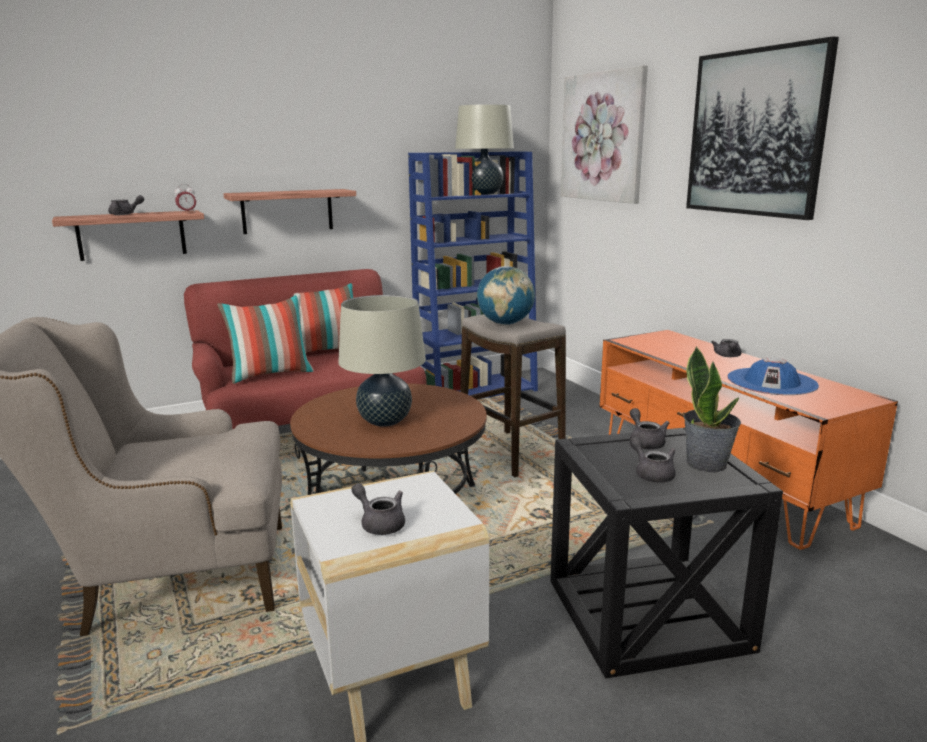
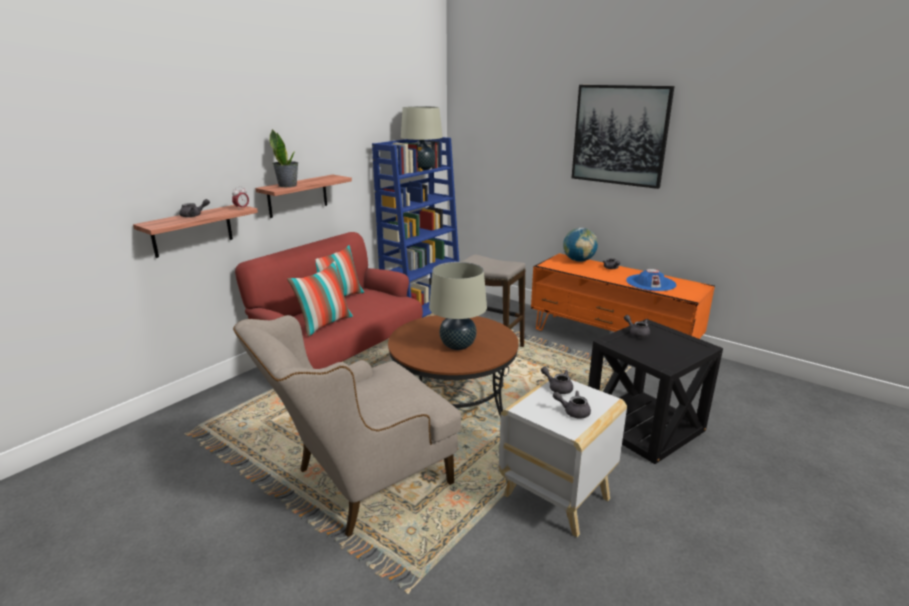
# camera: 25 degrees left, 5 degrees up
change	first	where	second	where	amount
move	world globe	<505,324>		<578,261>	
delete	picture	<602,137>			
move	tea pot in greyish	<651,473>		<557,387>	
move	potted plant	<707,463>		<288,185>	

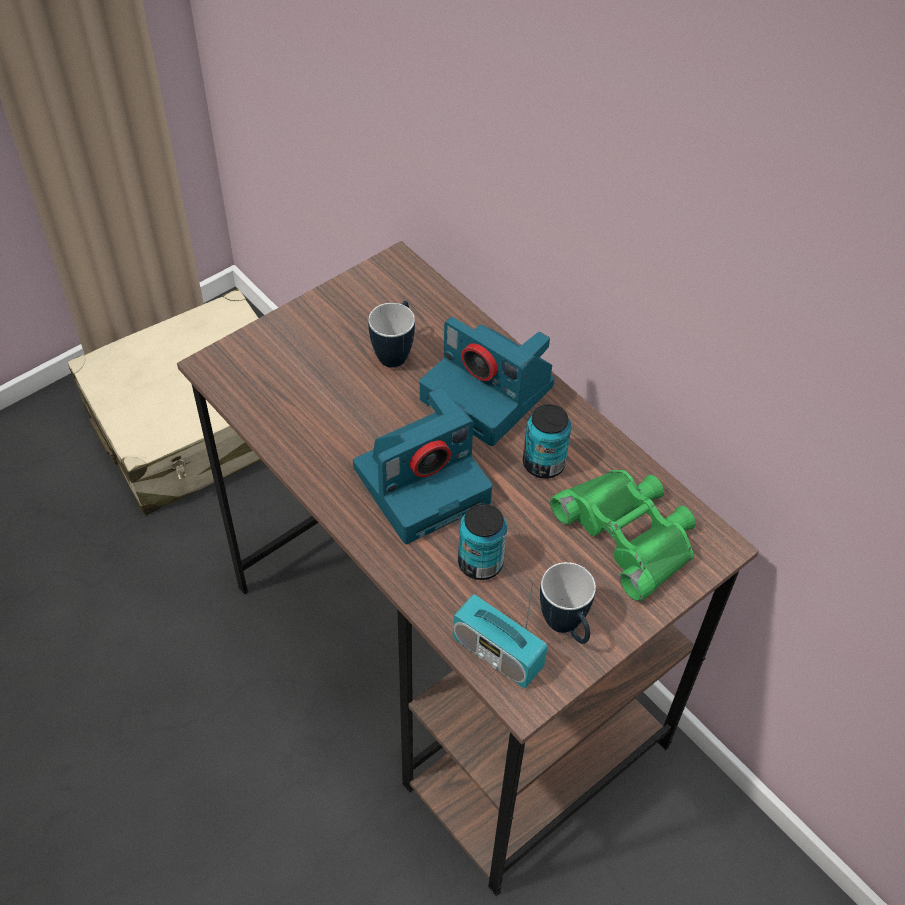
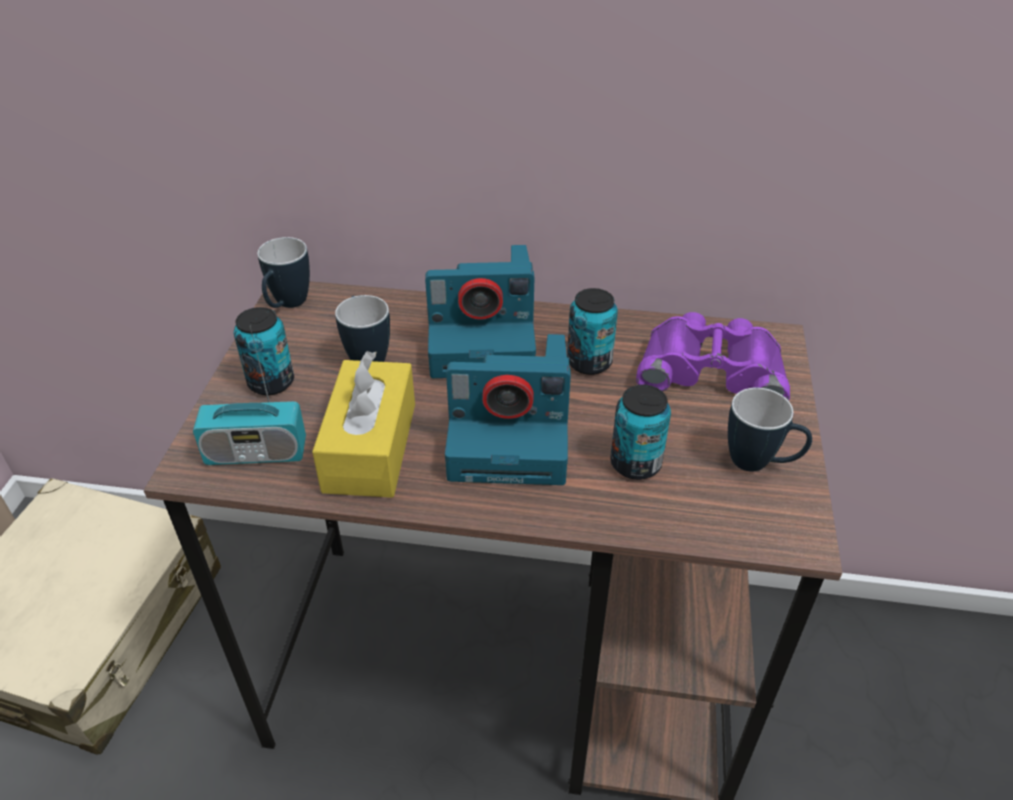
# camera: 40 degrees left, 10 degrees down
change	first	where	second	where	amount
rotate	photo camera	<423,482>		<512,436>	75 degrees clockwise
move	radio receiver	<497,653>		<256,453>	
recolor	field glasses in green	<629,534>	field glasses in purple-coloured	<711,369>	
insert			can	<271,382>	
insert			coffee mug	<287,306>	
insert			tissue box in yellowish	<370,447>	

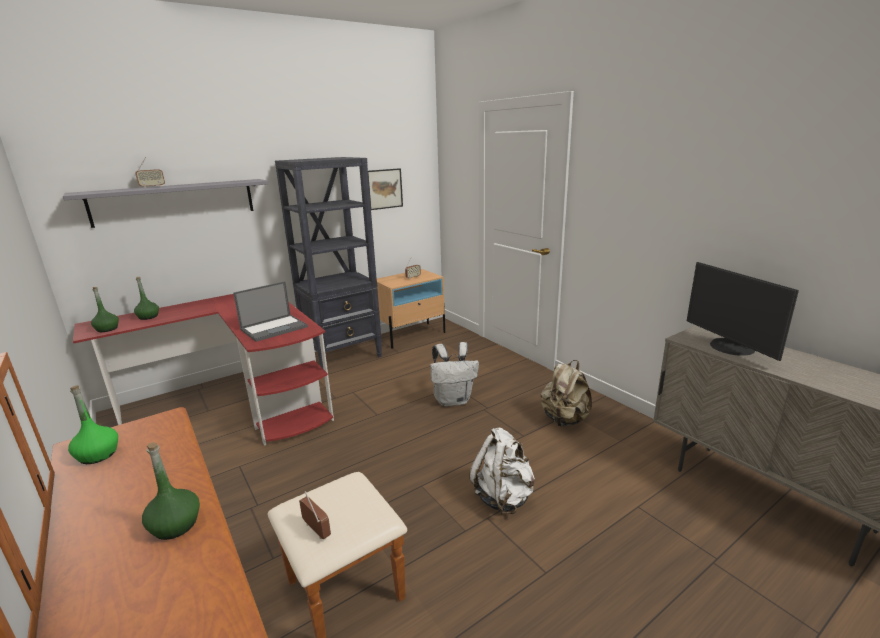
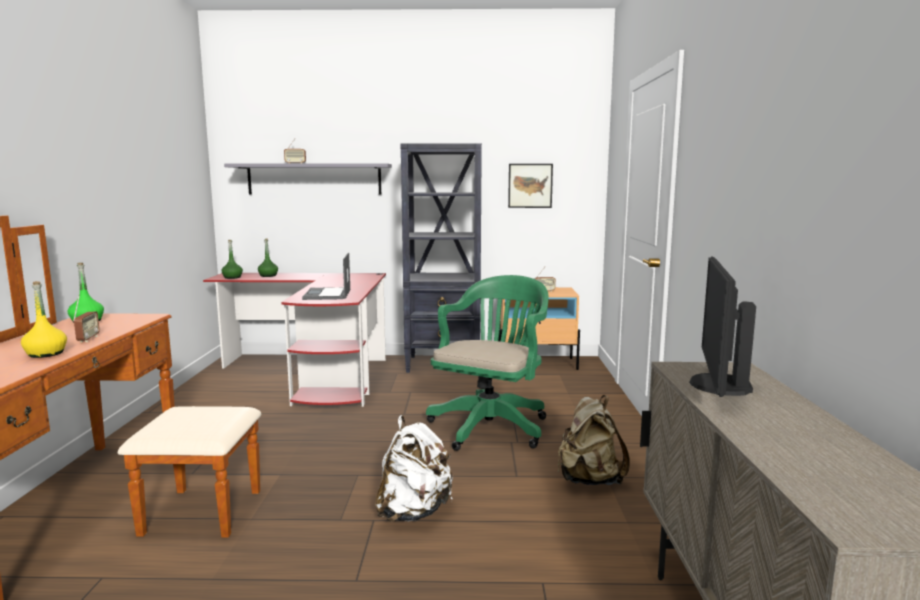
# camera: 35 degrees right, 10 degrees down
change	first	where	second	where	amount
recolor	drink bottle in green	<176,525>	drink bottle in yellowish	<46,354>	
rotate	laptop	<274,328>		<327,294>	90 degrees clockwise
move	radio receiver	<316,530>		<88,339>	
replace	rucksack in whitish	<453,400>	office chair in green	<492,425>	

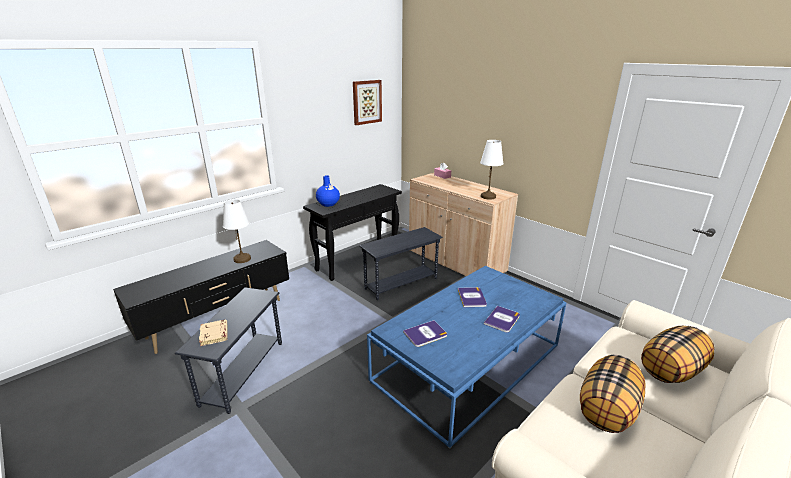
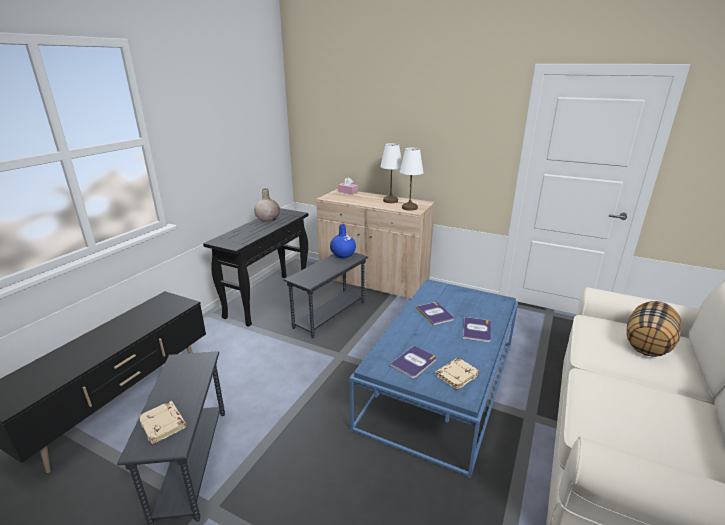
# camera: 20 degrees left, 0 degrees up
change	first	where	second	where	amount
move	lamp for a table in whitish	<242,259>		<390,200>	
move	vase in bluish	<328,204>		<343,255>	
delete	picture	<366,102>			
delete	throw pillow	<607,410>			
insert			vase in sand-coloured	<268,219>	
insert			volume in sand-coloured	<456,375>	

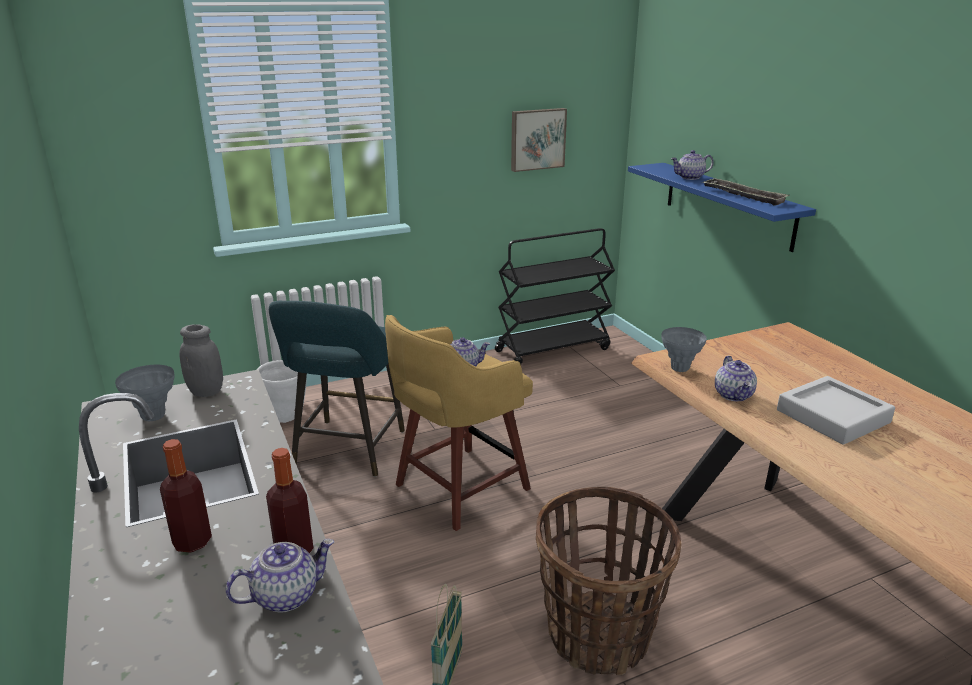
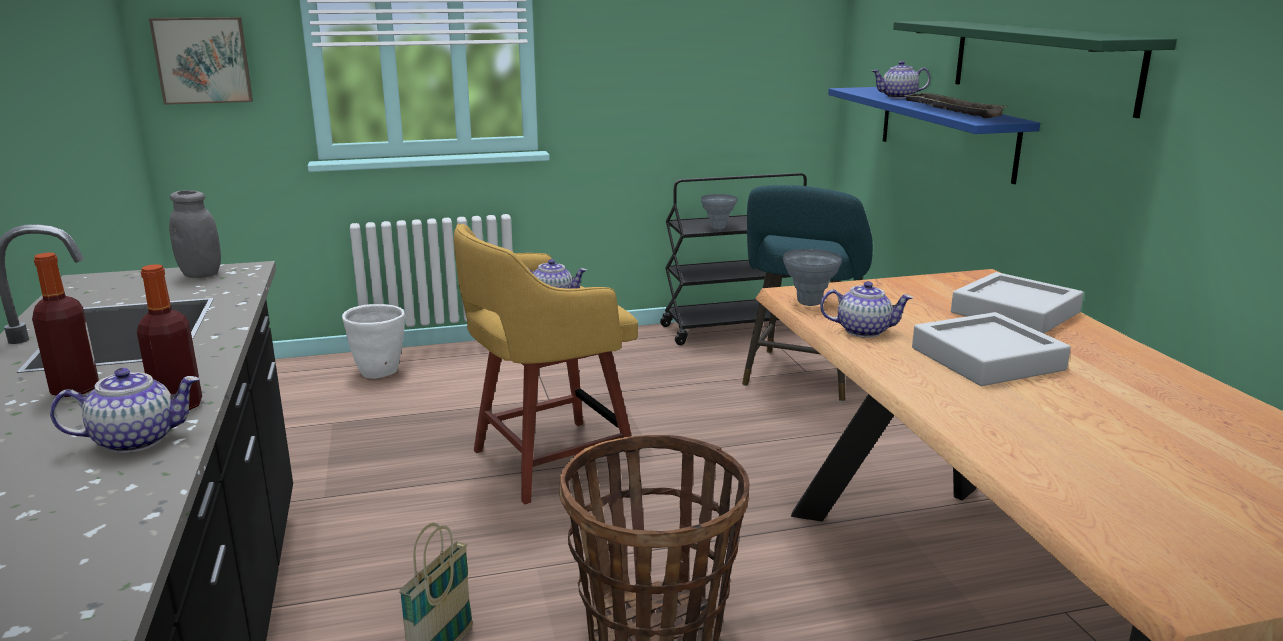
# camera: 10 degrees right, 5 degrees down
change	first	where	second	where	amount
move	vase in greyish	<153,416>		<718,228>	
move	sitting stool in turquoise	<347,452>		<801,378>	
move	picture	<537,139>		<203,60>	
rotate	tea pot	<734,395>		<864,331>	90 degrees counterclockwise
insert			wall shelf in green	<1040,64>	
insert			tray in greyish	<1015,312>	

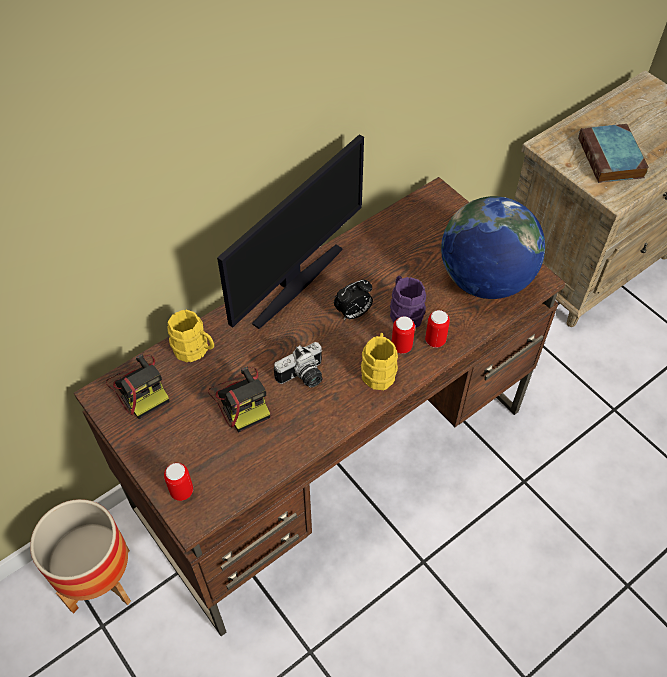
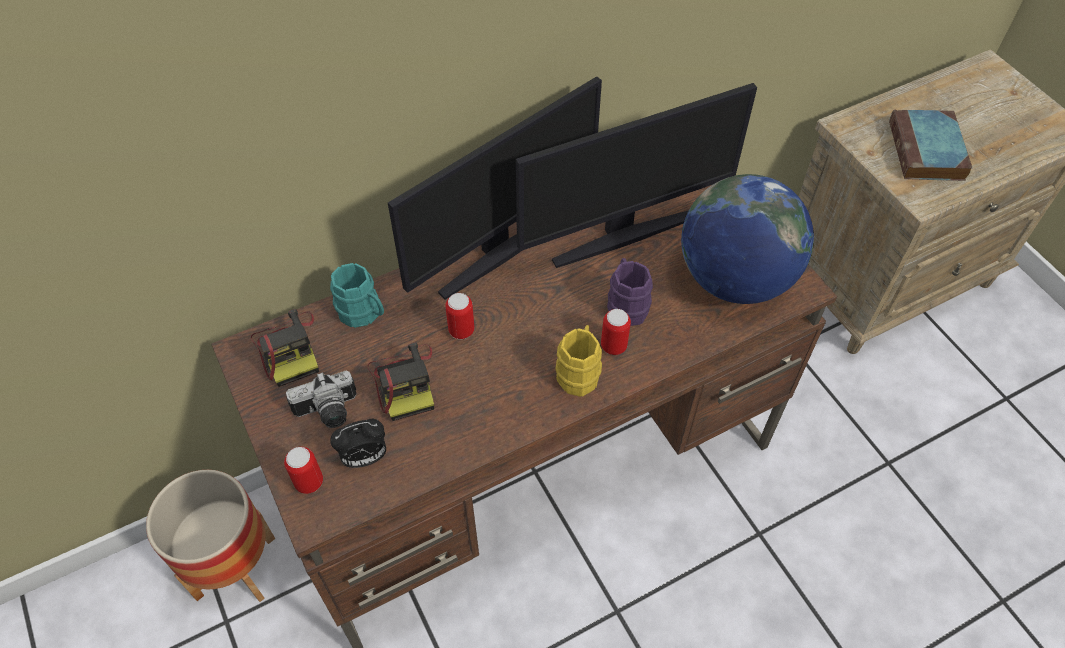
# camera: 10 degrees right, 0 degrees up
change	first	where	second	where	amount
recolor	coffee mug in yellowish	<195,350>	coffee mug in turquoise	<363,314>	
move	photo camera	<303,377>		<328,413>	
move	table clock	<353,313>		<364,458>	
move	can	<435,340>		<461,330>	
insert			monitor	<622,235>	

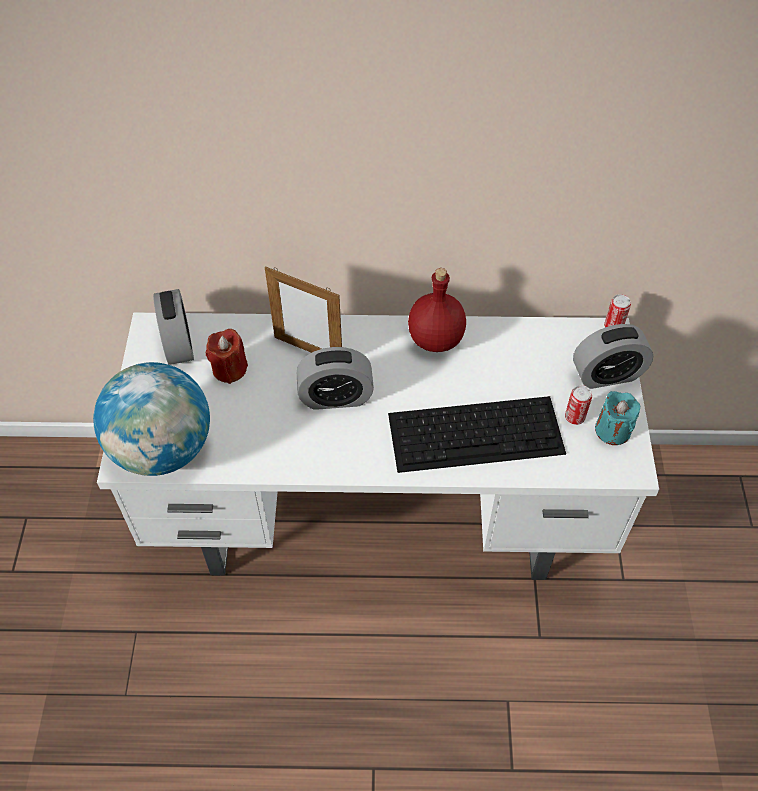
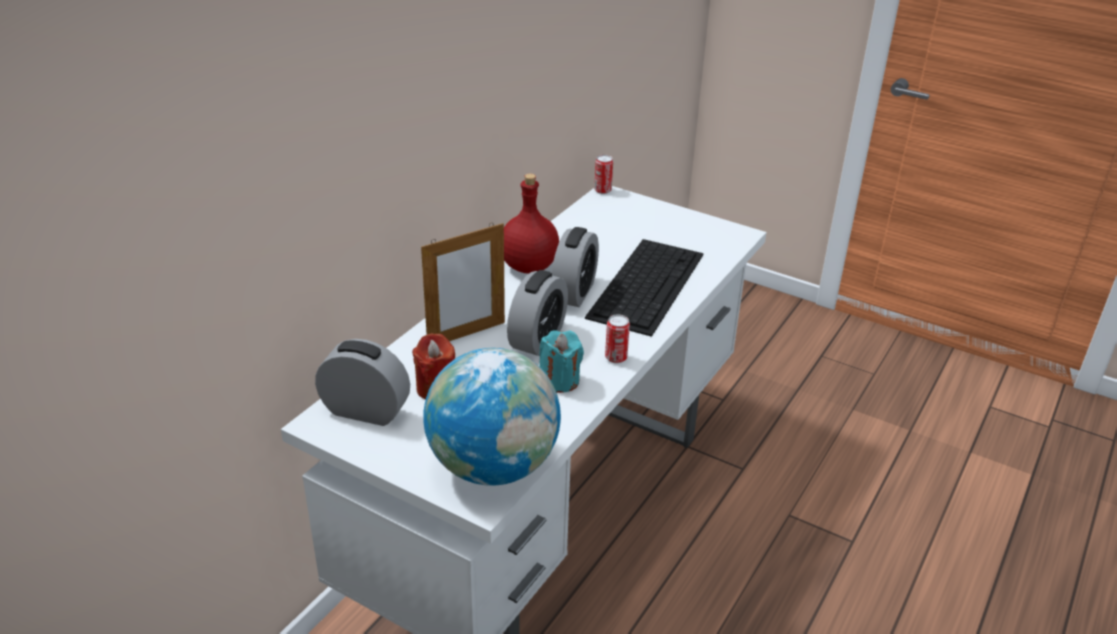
# camera: 60 degrees left, 20 degrees down
change	first	where	second	where	amount
move	can	<574,417>		<616,357>	
move	table clock	<607,375>		<574,292>	
move	wax candle in turquoise	<612,430>		<559,380>	

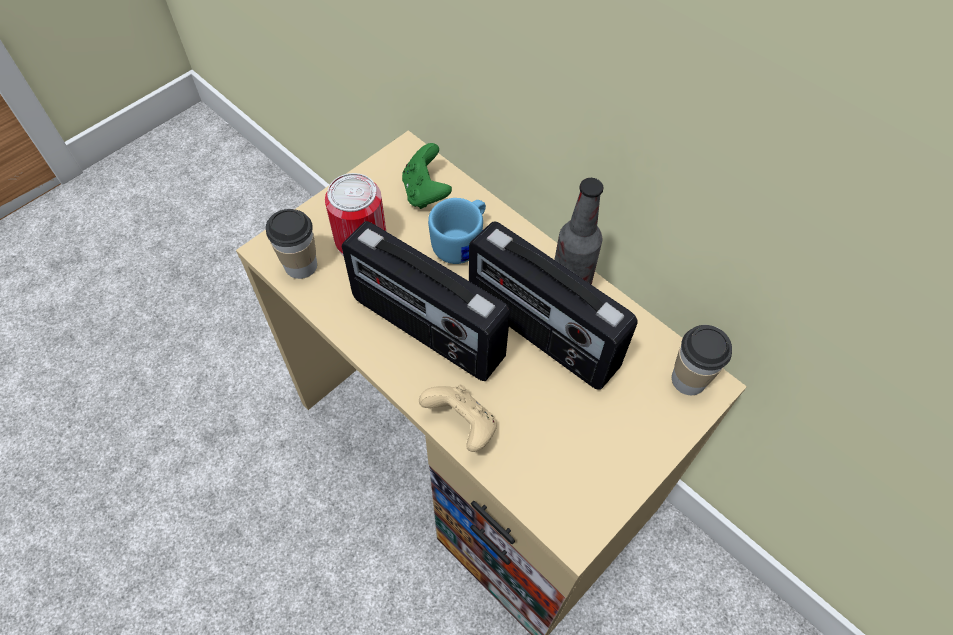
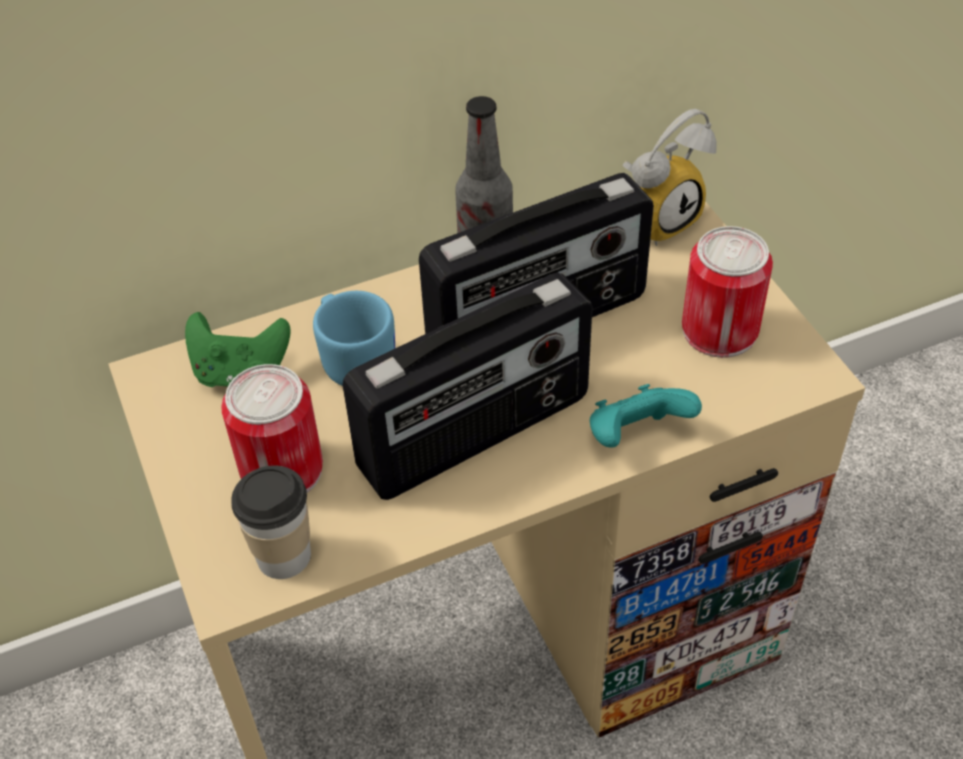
# camera: 65 degrees left, 10 degrees down
change	first	where	second	where	amount
recolor	game controller in sand-coloured	<462,425>	game controller in turquoise	<636,436>	
replace	drinking cup	<689,379>	table clock	<659,218>	
insert			can	<719,330>	

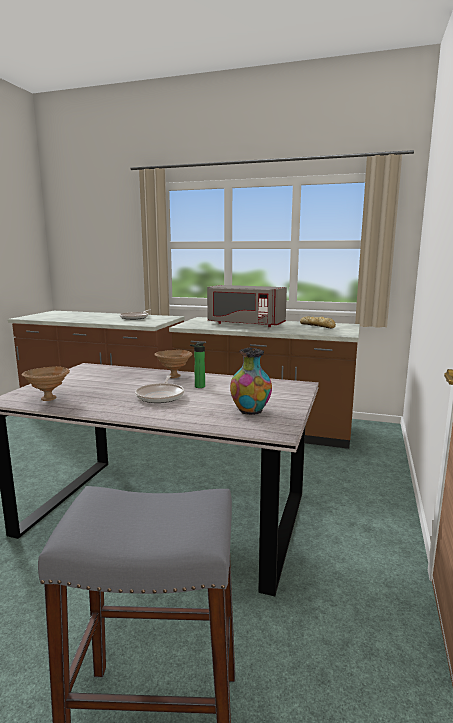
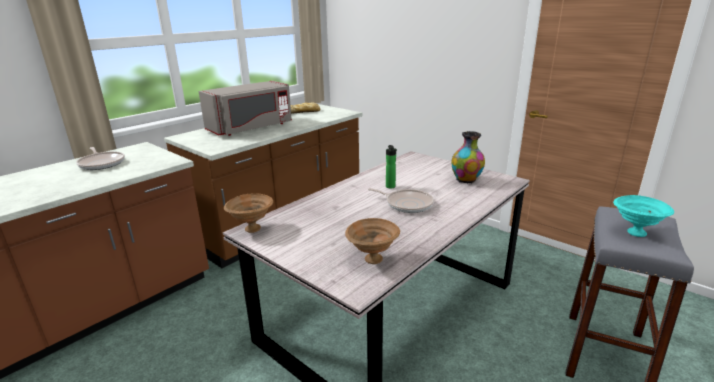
# camera: 65 degrees left, 10 degrees up
change	first	where	second	where	amount
move	serving bowl in brown-coloured	<173,376>		<251,229>	
insert			serving bowl in turquoise	<635,233>	

